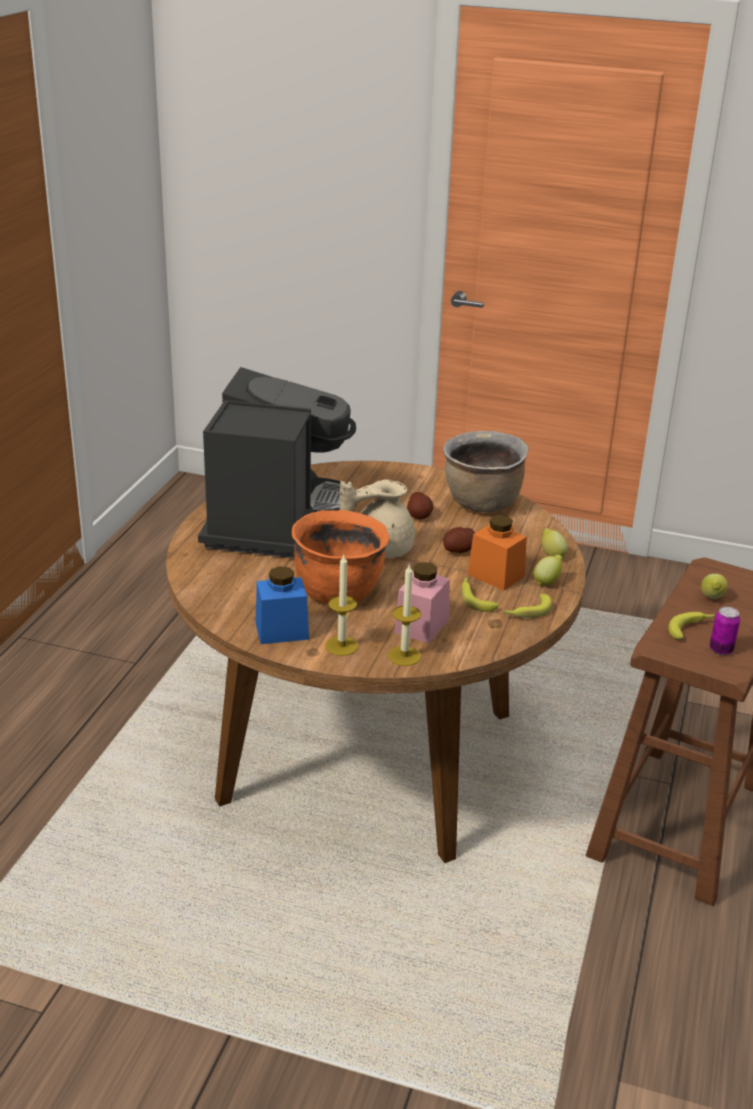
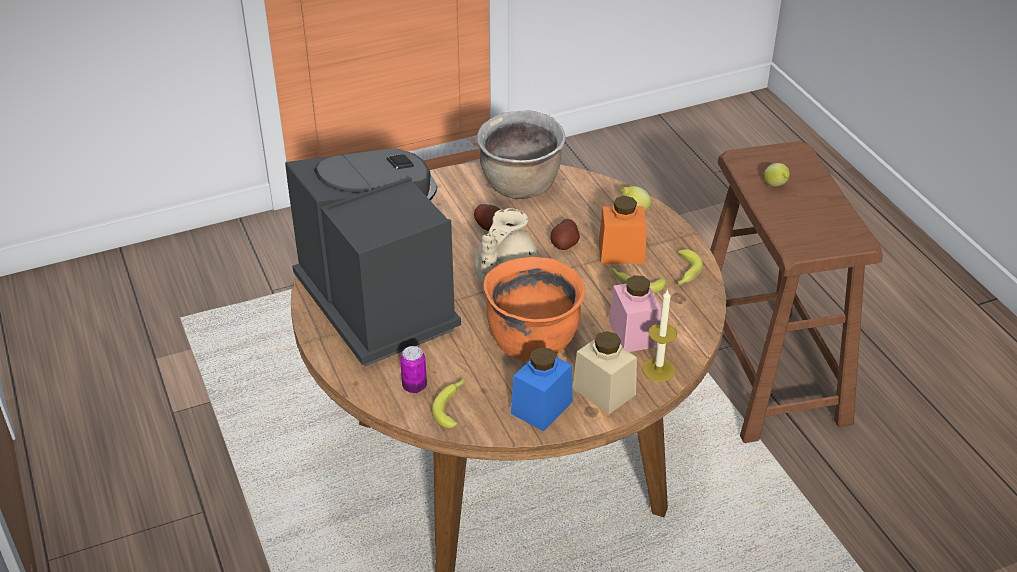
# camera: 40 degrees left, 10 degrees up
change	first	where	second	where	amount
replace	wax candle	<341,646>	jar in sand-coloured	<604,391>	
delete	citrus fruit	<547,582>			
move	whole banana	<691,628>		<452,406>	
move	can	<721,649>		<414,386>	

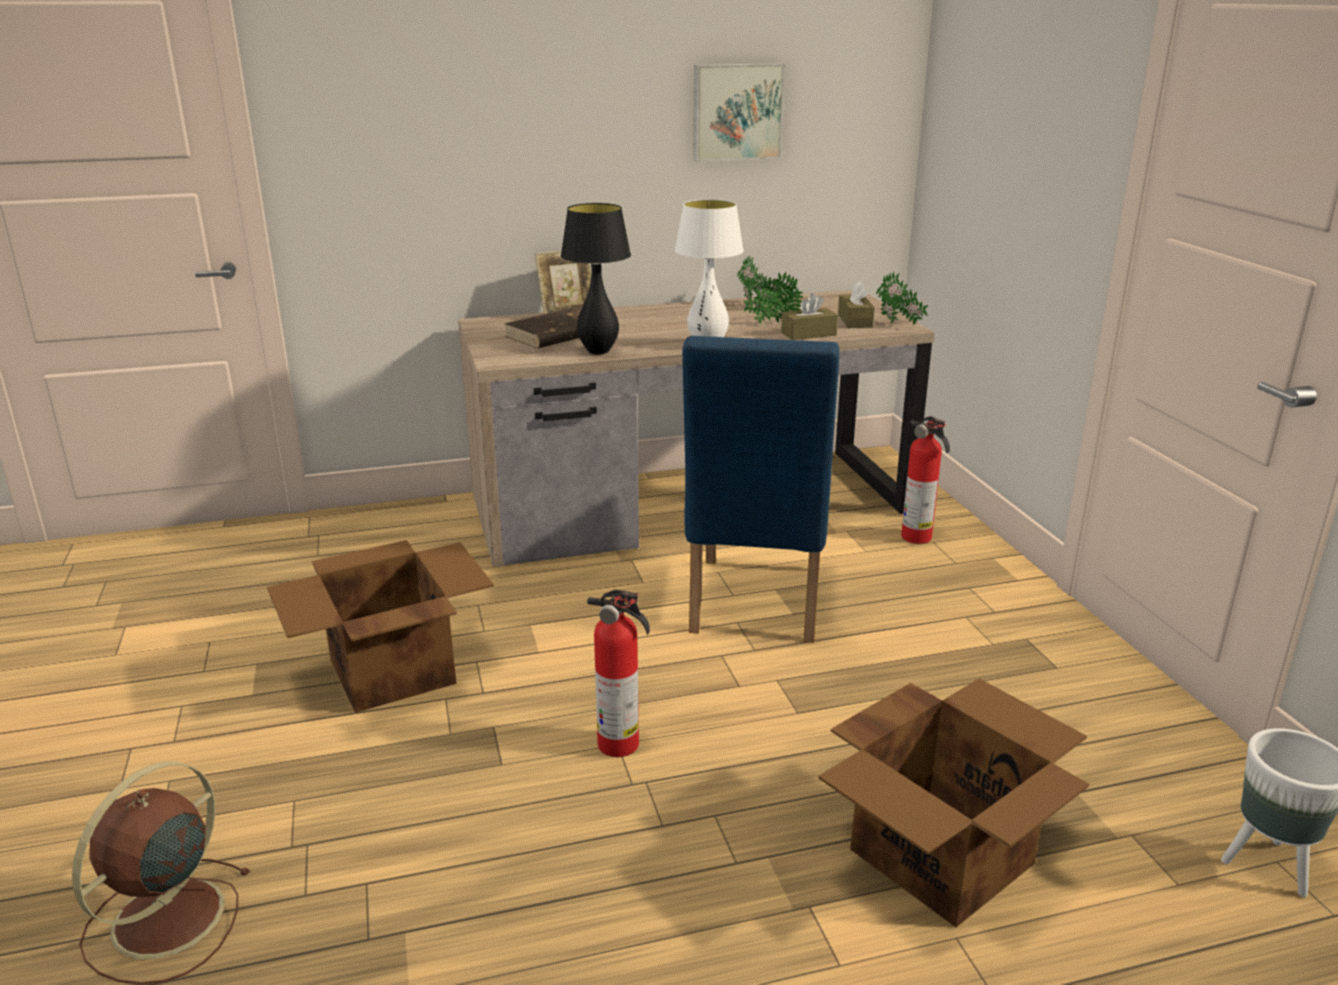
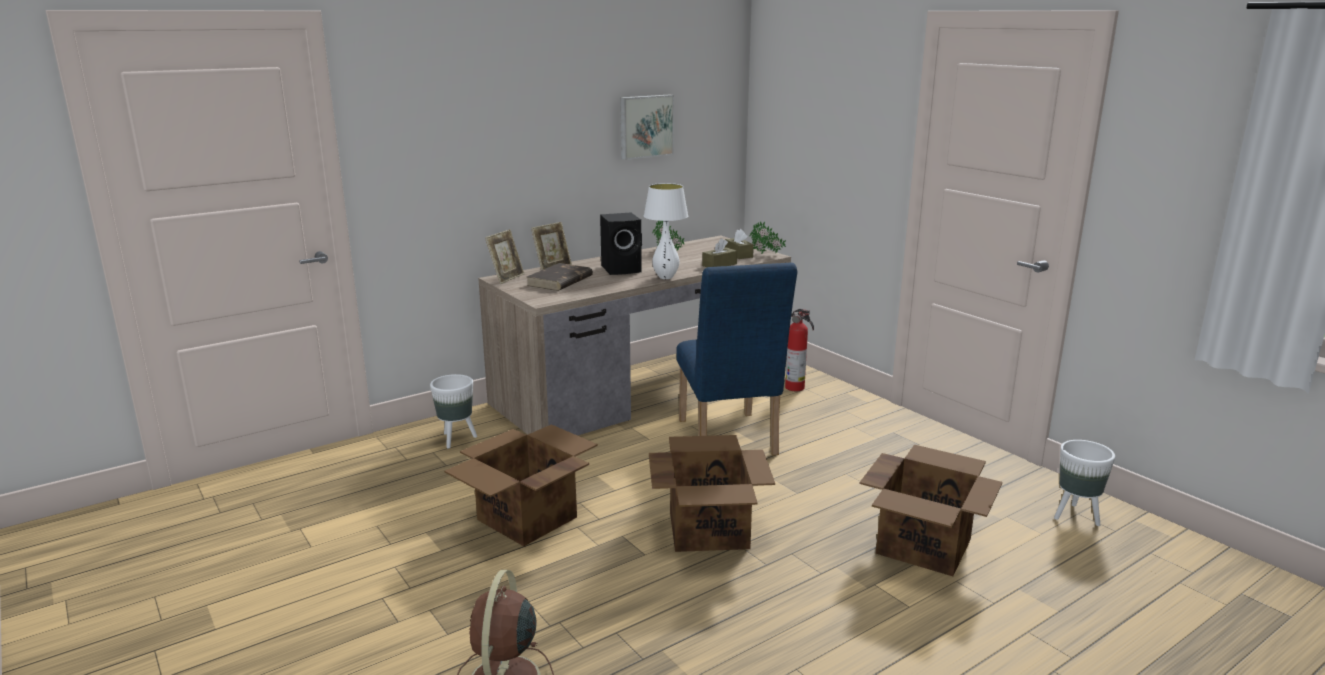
# camera: 20 degrees left, 5 degrees down
change	first	where	second	where	amount
delete	lamp for a table in black	<598,352>			
replace	fire-fighting cylinder	<621,744>	carton	<709,529>	
delete	potted plant	<772,324>			
insert			plant pot in whitish	<456,439>	
insert			picture frame	<506,278>	
insert			speaker in black	<622,269>	

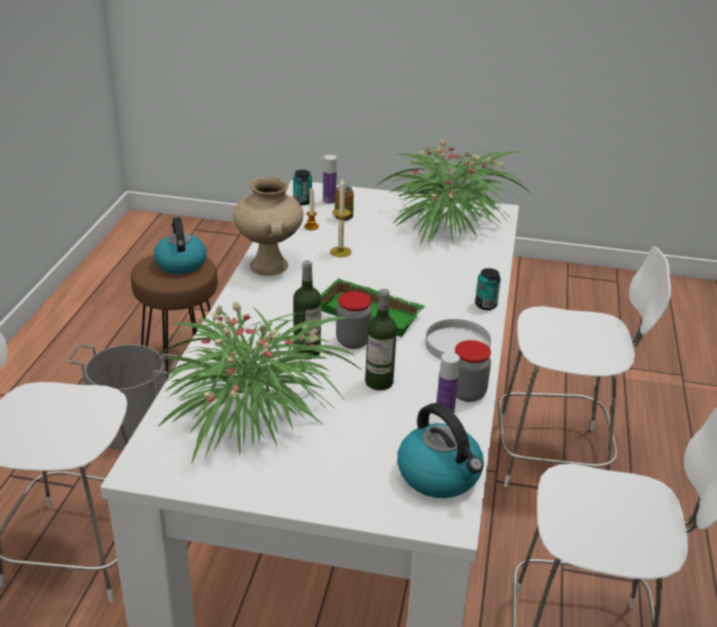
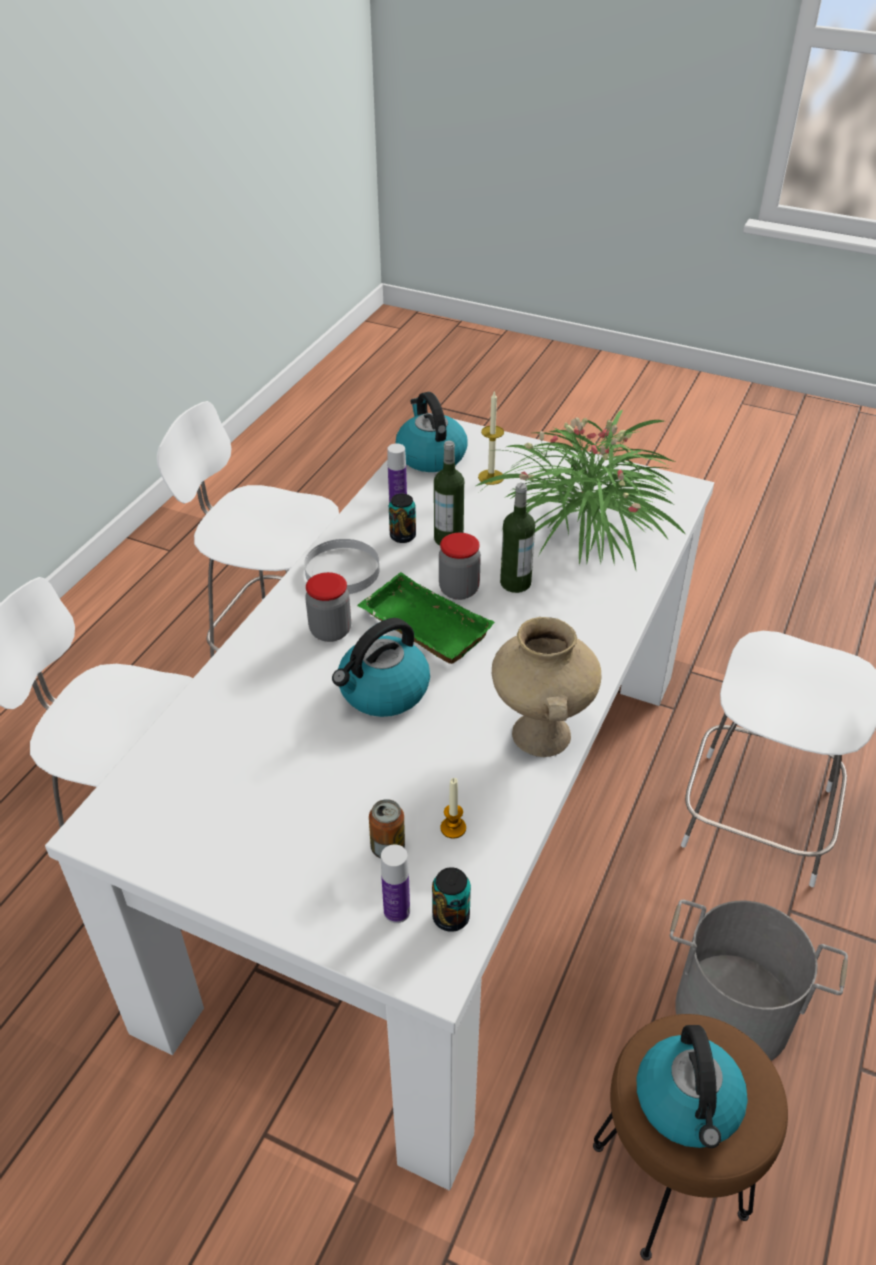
# camera: 165 degrees left, 10 degrees up
change	first	where	second	where	amount
move	wax candle	<340,252>		<491,477>	
delete	potted plant	<448,223>			
move	jar	<467,393>		<330,631>	
move	can	<486,305>		<403,536>	
insert			kettle	<383,692>	

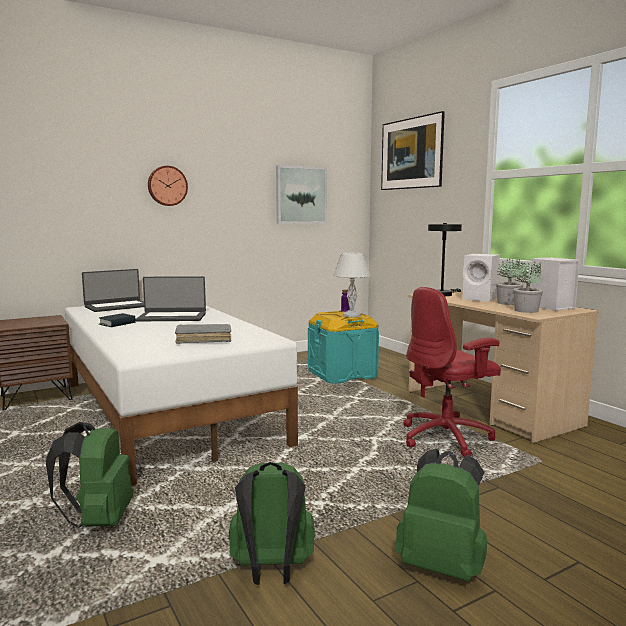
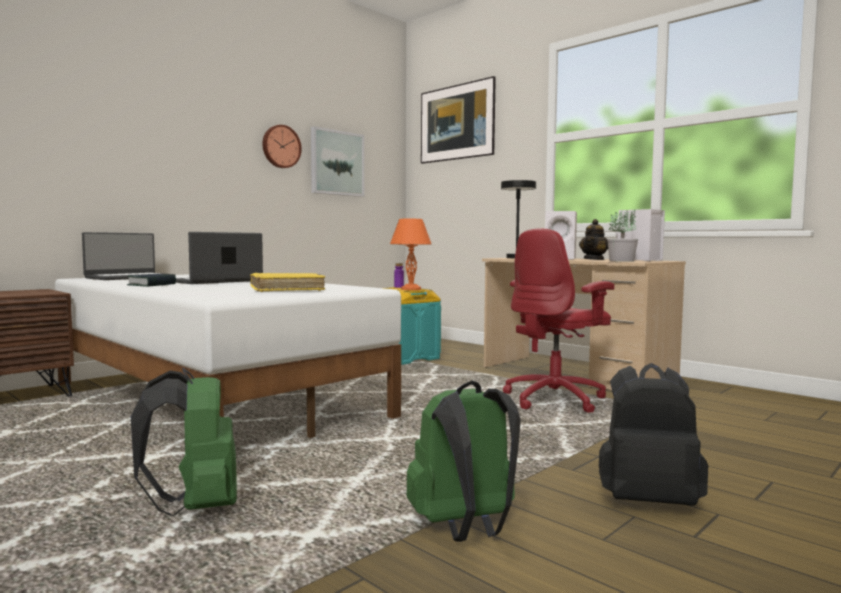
# camera: 15 degrees left, 5 degrees down
change	first	where	second	where	amount
rotate	laptop	<172,317>		<217,281>	150 degrees clockwise
move	wall clock	<167,186>		<280,146>	
recolor	volume in greyish	<203,339>	volume in yellowish	<287,290>	
recolor	lamp for a table in whitish	<351,315>	lamp for a table in orange	<410,289>	
recolor	rucksack in green	<442,566>	rucksack in black	<647,500>	
replace	potted plant	<508,303>	tea pot	<594,259>	

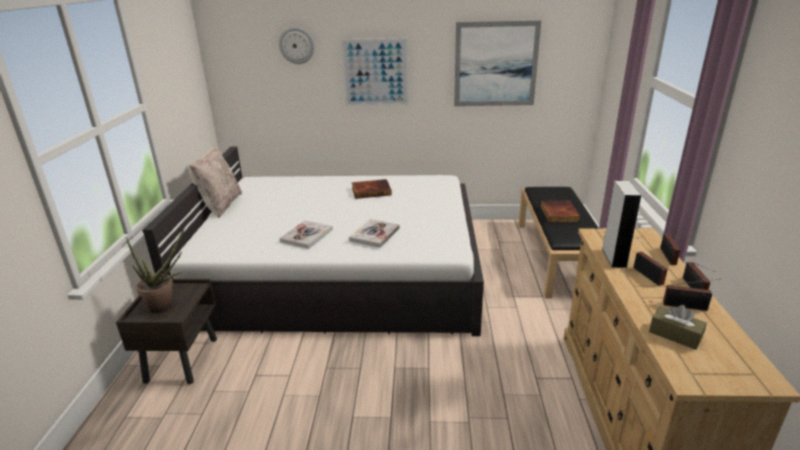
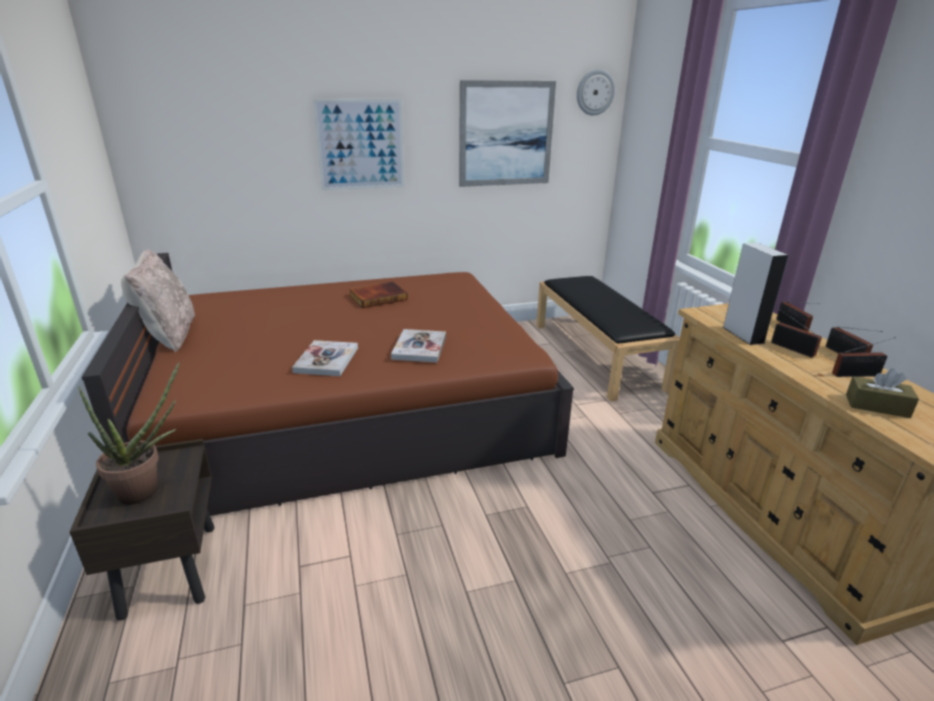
# camera: 20 degrees left, 0 degrees up
change	first	where	second	where	amount
recolor	bed in whitish	<340,271>	bed in brown-coloured	<350,406>	
move	wall clock	<297,45>		<595,92>	
delete	volume	<558,214>			

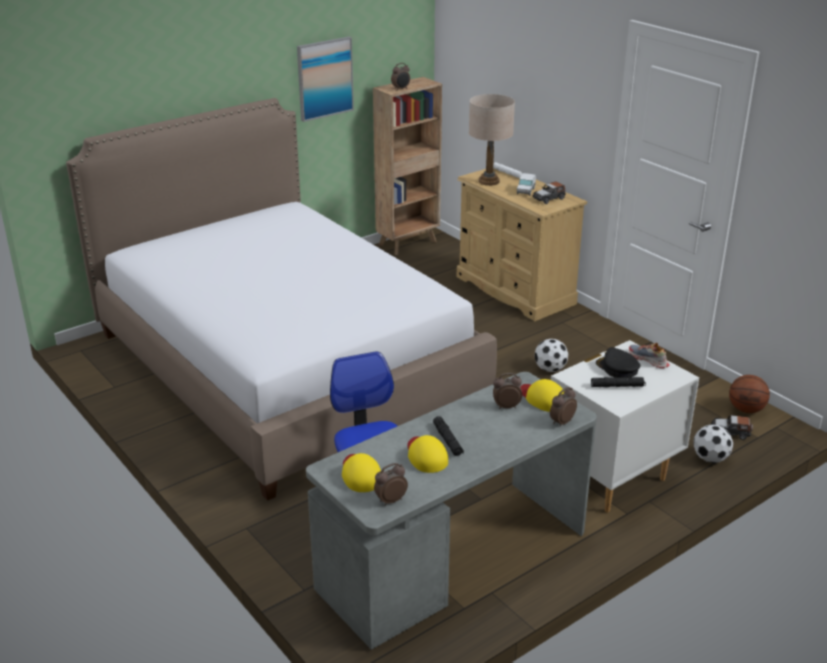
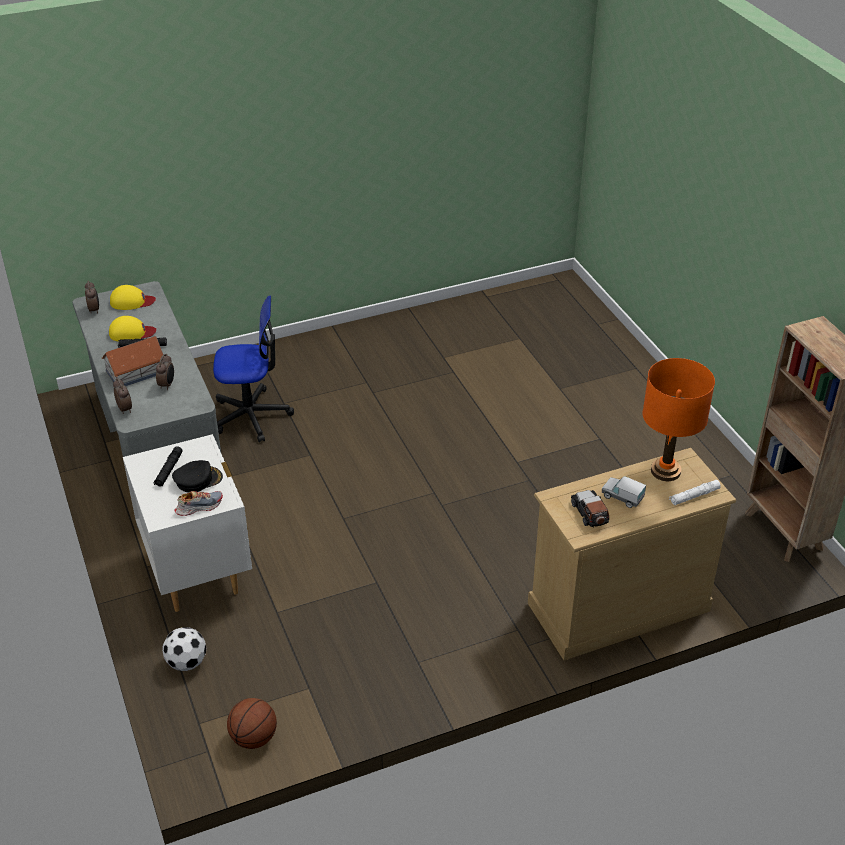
# camera: 105 degrees right, 10 degrees up
change	first	where	second	where	amount
delete	bed	<285,366>			
delete	picture	<324,78>			
delete	table clock	<401,89>			
recolor	lamp for a table in sand-coloured	<488,181>	lamp for a table in orange	<665,471>	
delete	baseball cap in yellowish	<542,398>			
delete	ball for football	<550,369>			
delete	model car	<730,432>			
insert			toy house	<135,371>	

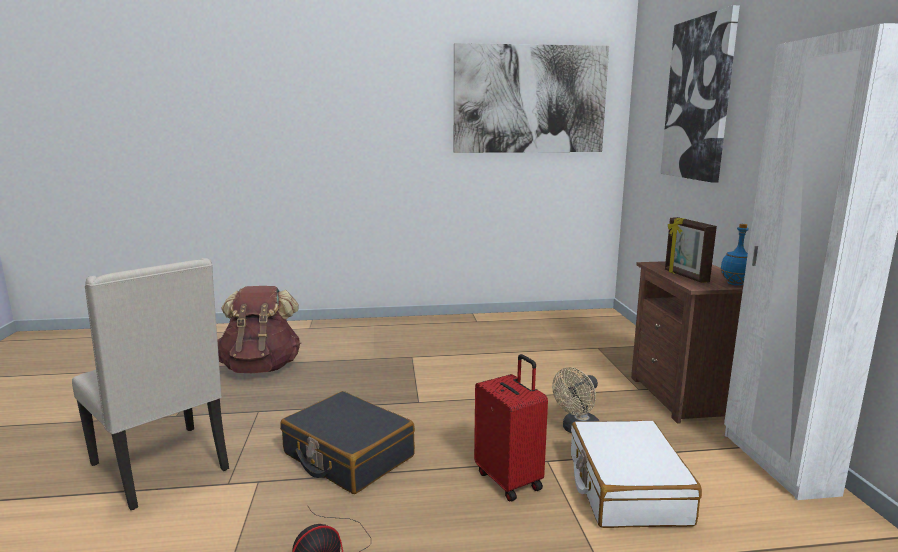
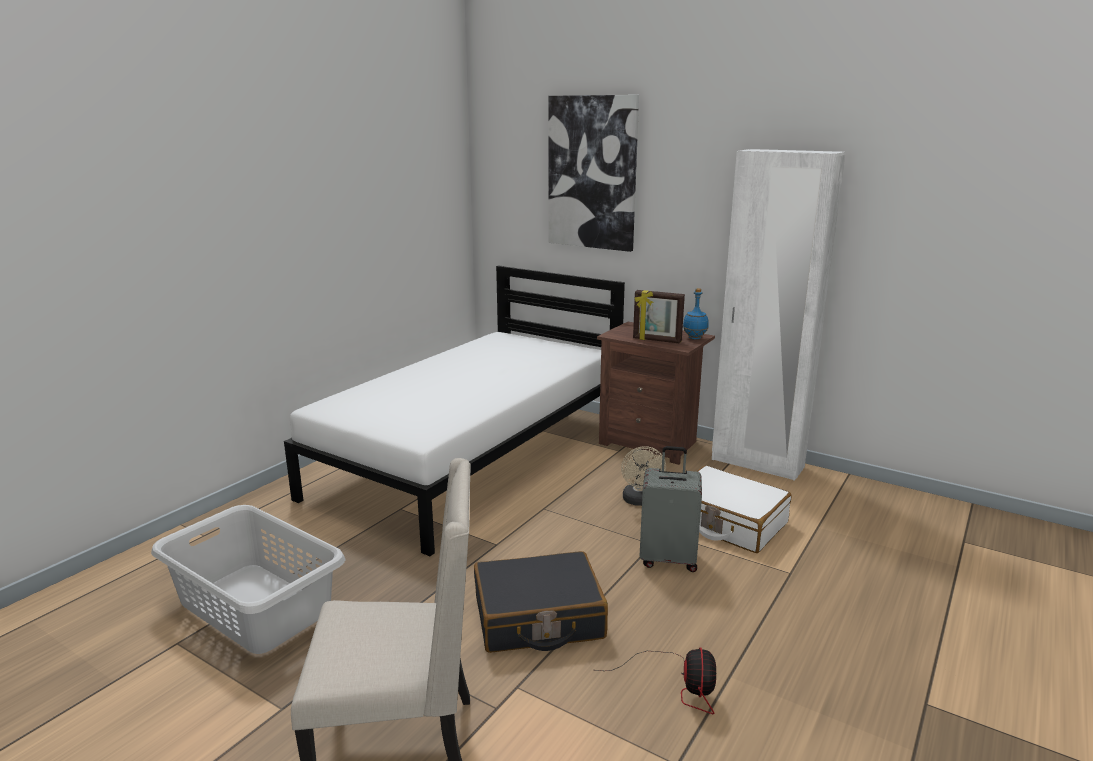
# camera: 50 degrees left, 5 degrees up
change	first	where	second	where	amount
replace	rucksack in brown-coloured	<261,367>	hamper in greyish	<256,605>	
delete	picture	<529,99>			
recolor	piece of luggage in reddish	<510,480>	piece of luggage in greyish	<668,559>	
insert			bed in whitish	<474,457>	

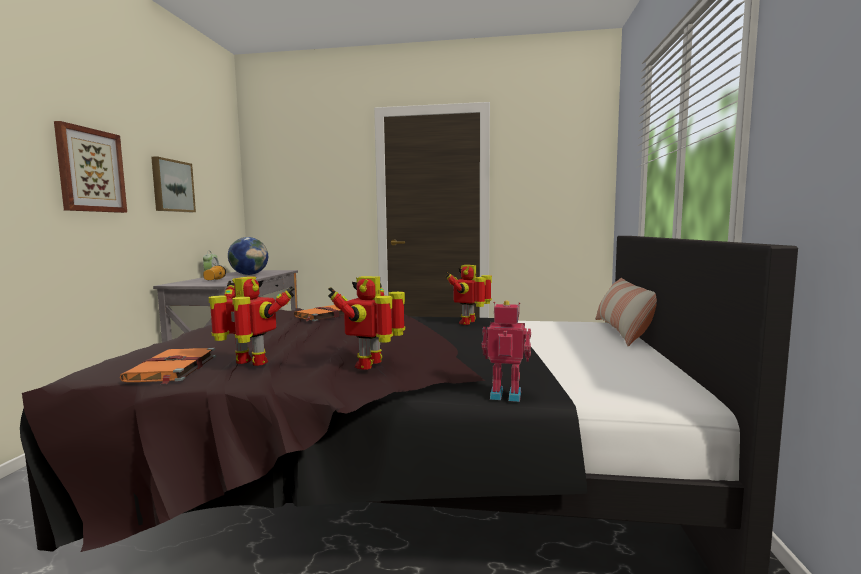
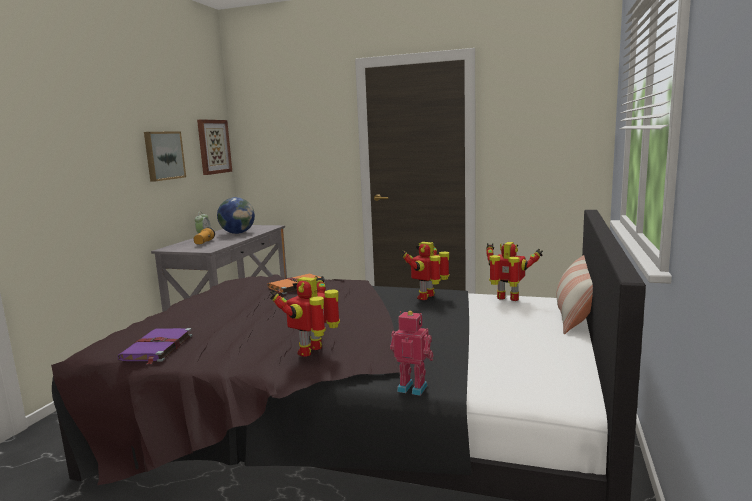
# camera: 10 degrees right, 5 degrees up
change	first	where	second	where	amount
move	picture	<90,170>		<213,146>	
recolor	volume in orange	<172,369>	volume in purple-coloured	<157,348>	
move	robot figure	<250,363>		<508,299>	

